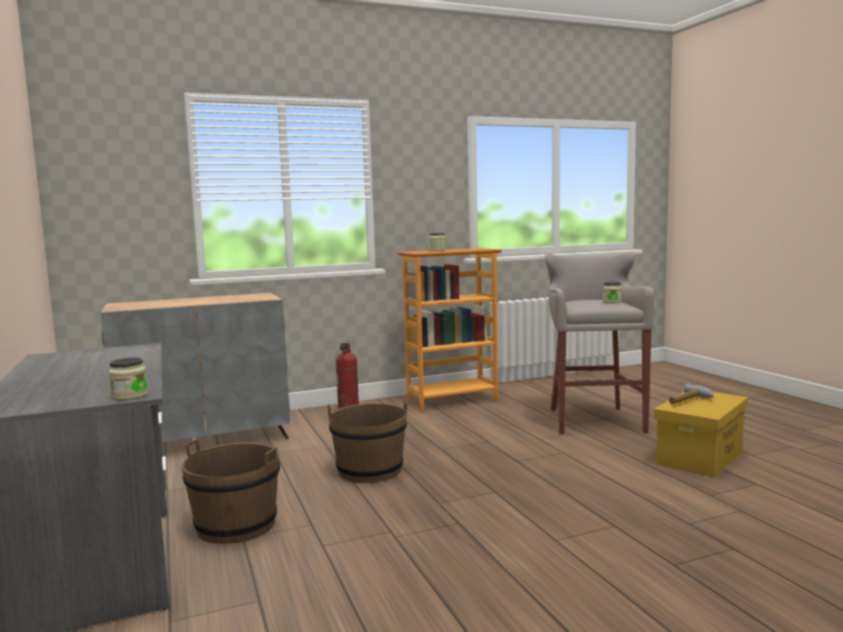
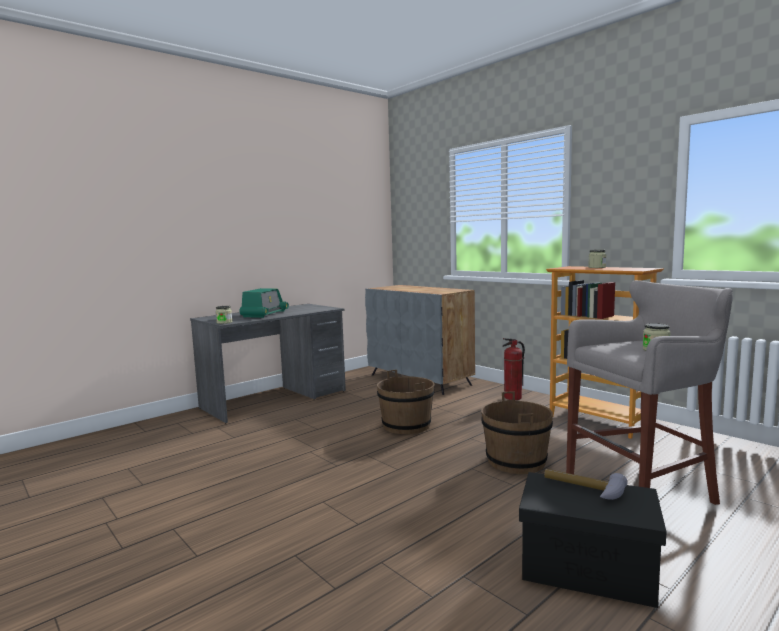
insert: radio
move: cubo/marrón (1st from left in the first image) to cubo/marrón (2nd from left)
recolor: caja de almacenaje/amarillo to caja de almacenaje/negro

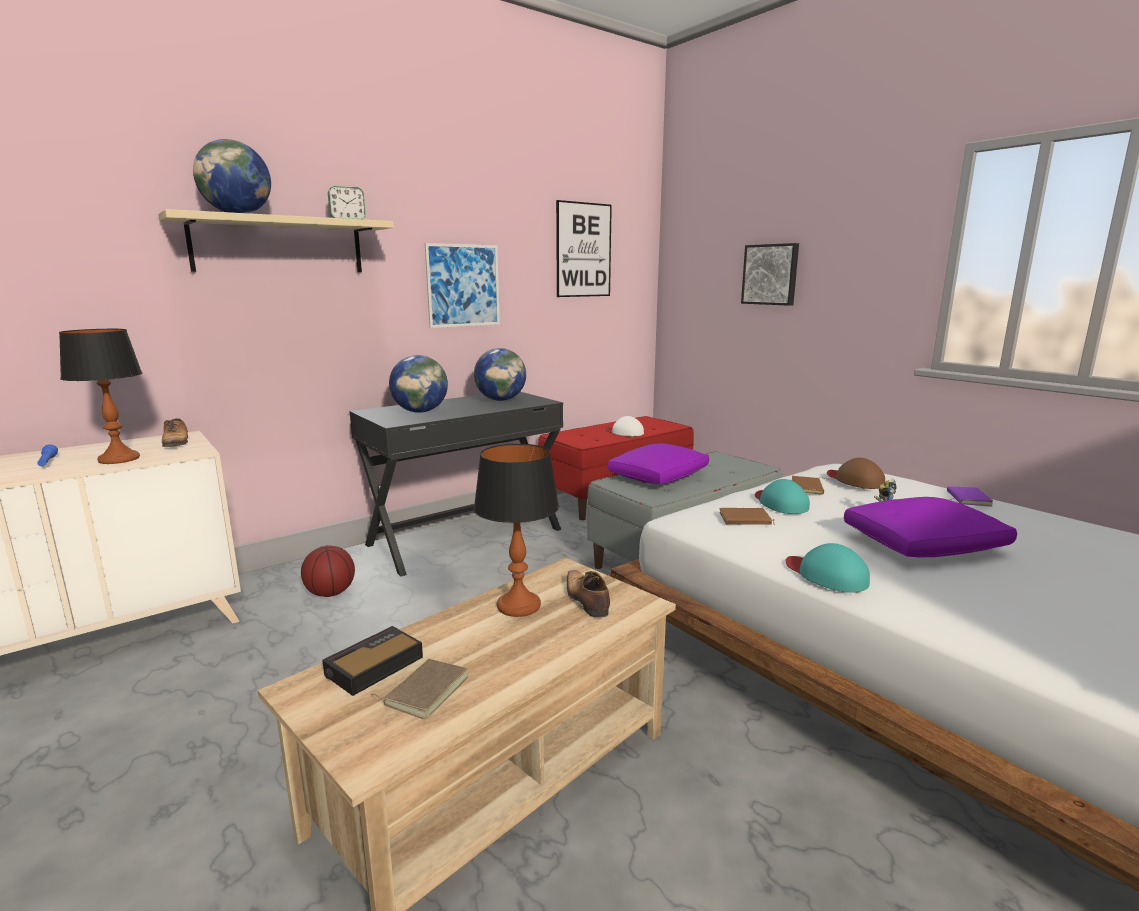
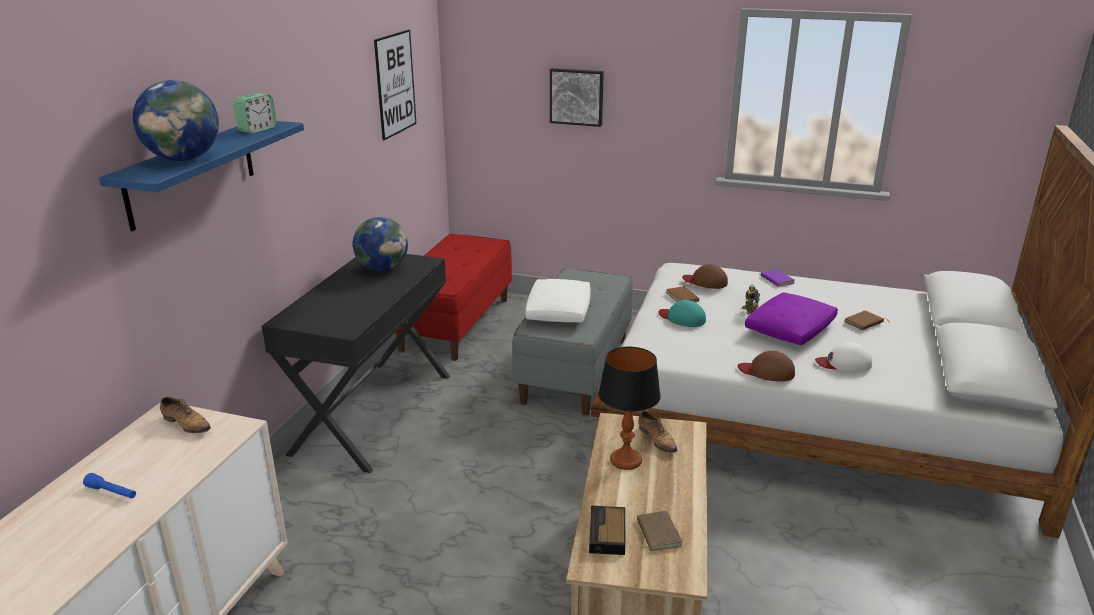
delete: cuadro (1st from left); lámpara de mesa (1st from left); globo terráqueo (2nd from left); balón de baloncesto
move: gorra/blanco; libro/marrón (2nd from left in the first image) to libro/marrón (3rd from left)
recolor: estante/beis to estante/azul; cojín/morado (1st from left) to cojín/blanco; gorra/turquesa (2nd from left) to gorra/marrón (2nd from left)
rotate: zapato (2nd from left) 150 degrees counterclockwise

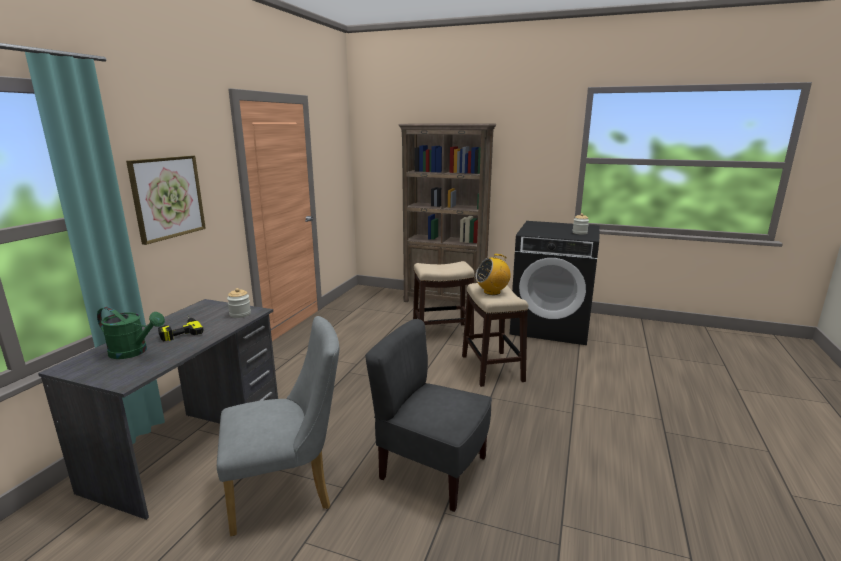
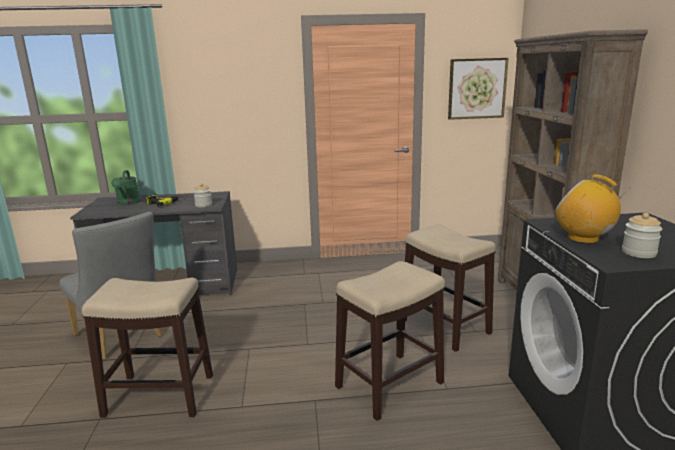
move: cuadro; radio
replace: silla/gris (2nd from left) to taburete (1st from left)

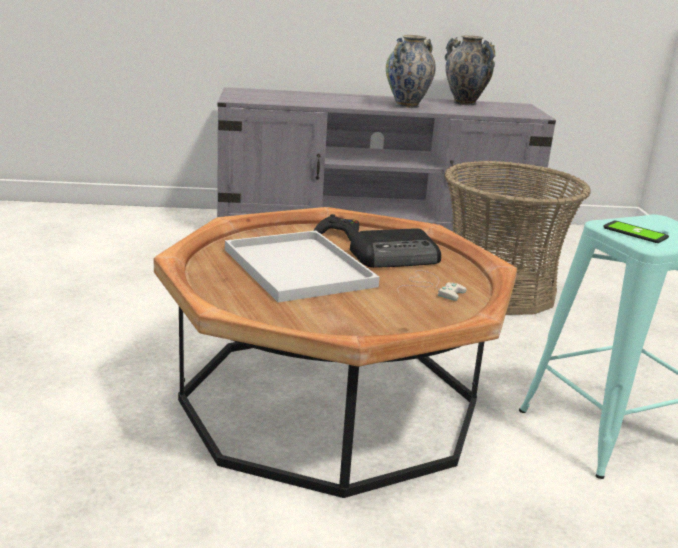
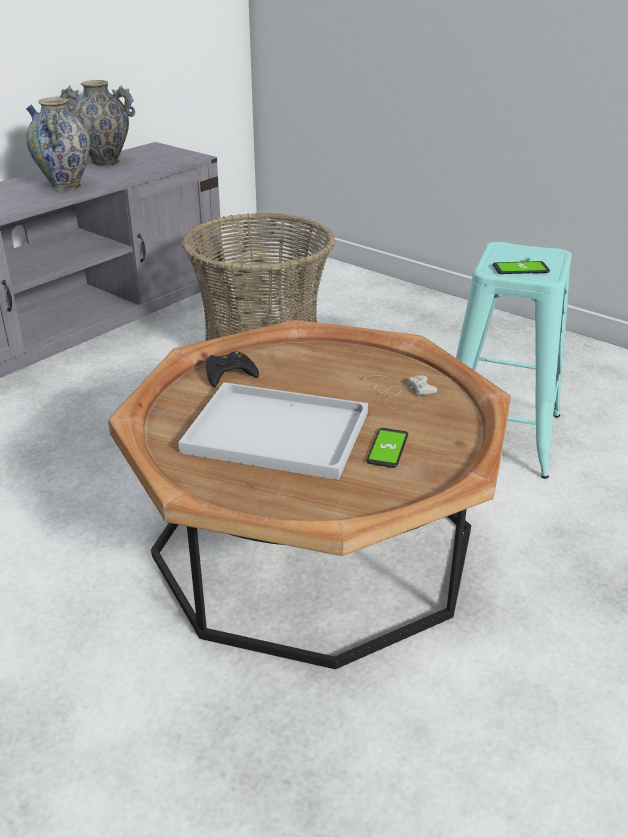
delete: radio
insert: móvil (1st from left)

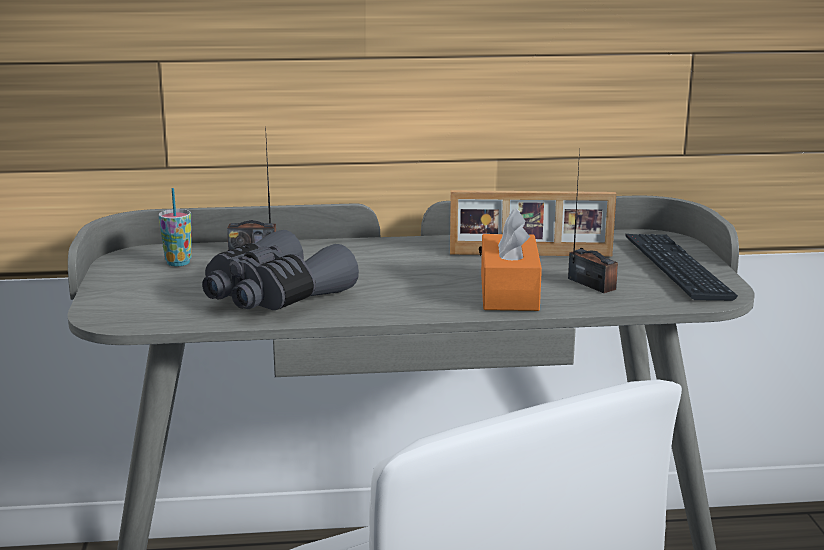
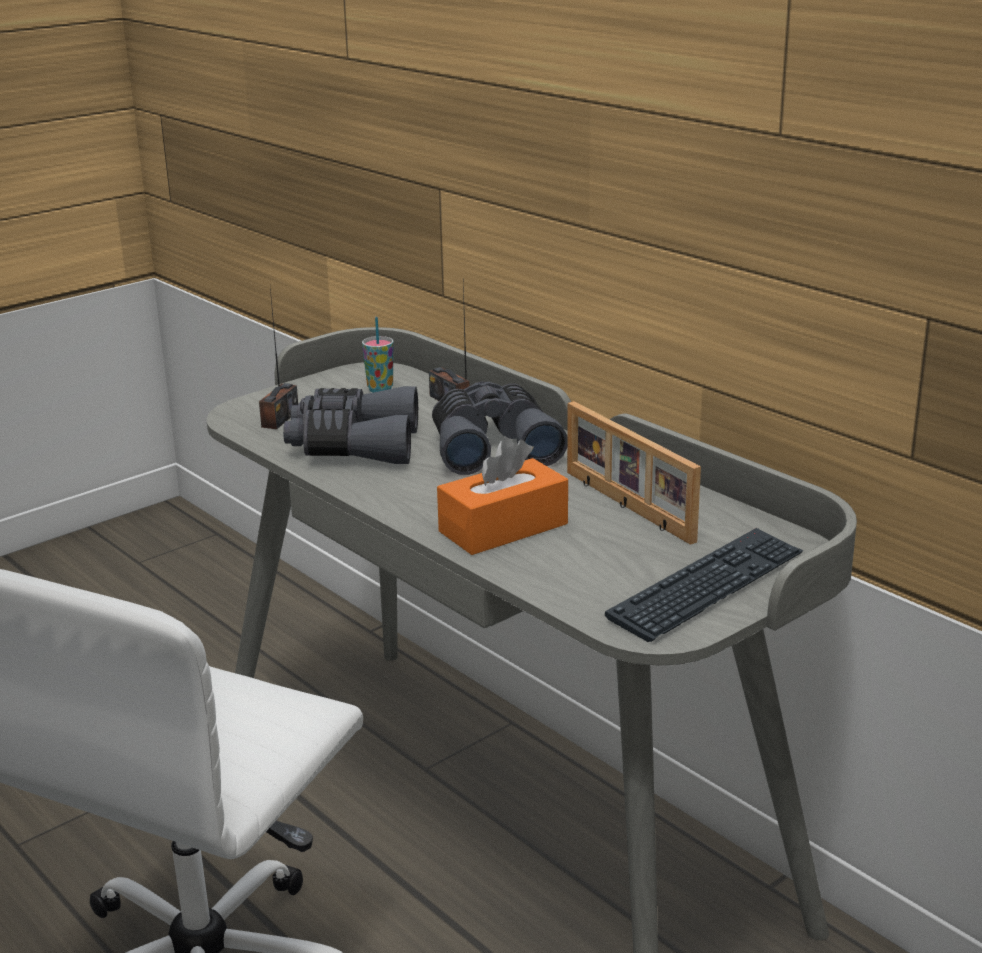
insert: prismáticos/gris (2nd from left)
move: radio (2nd from left in the first image) to radio (1st from left)

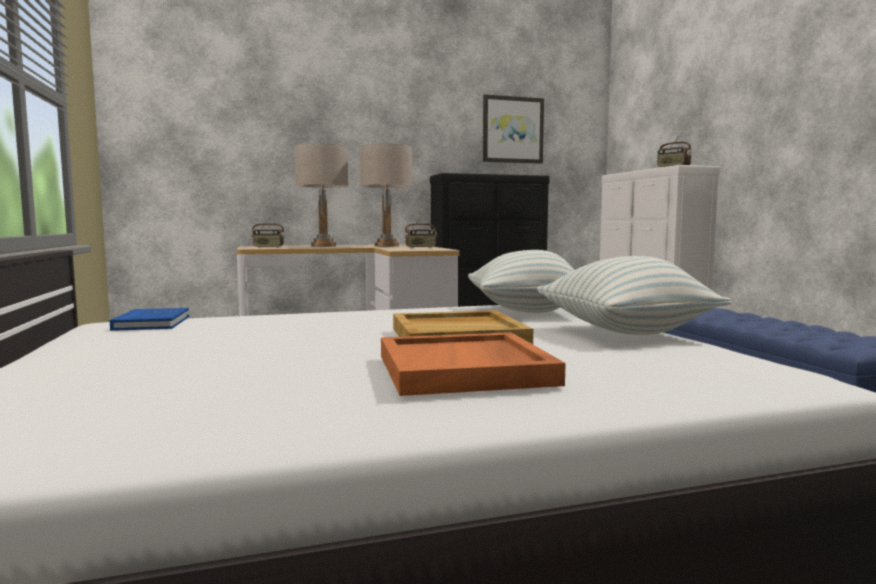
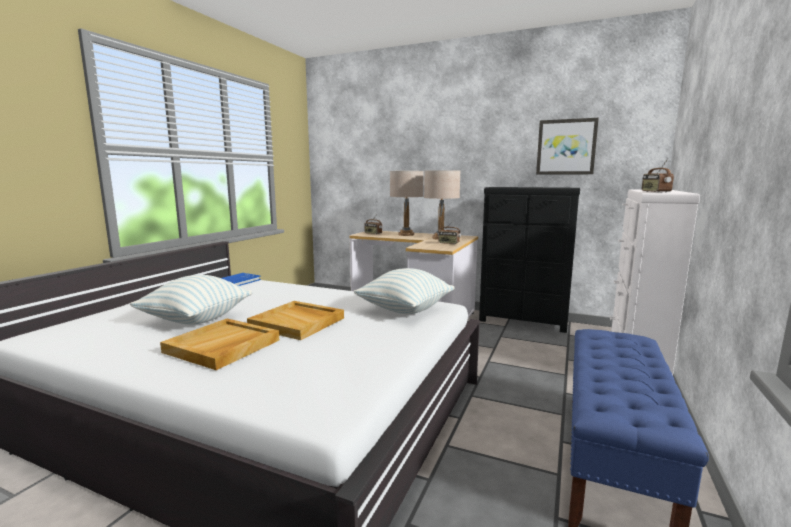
move: cojín (2nd from left in the first image) to cojín (1st from left)
recolor: bandeja/naranja to bandeja/beis (1st from left)

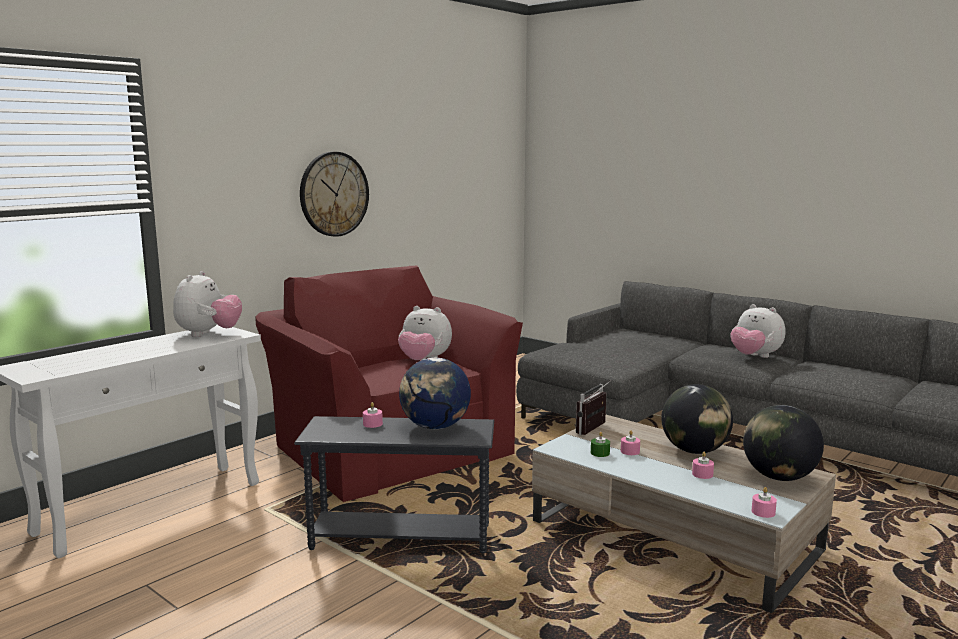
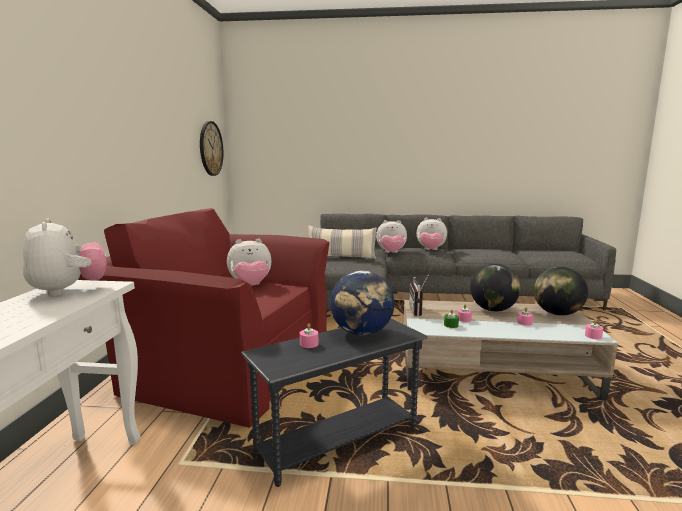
insert: peluche (3rd from left); cojín
move: reloj de pared

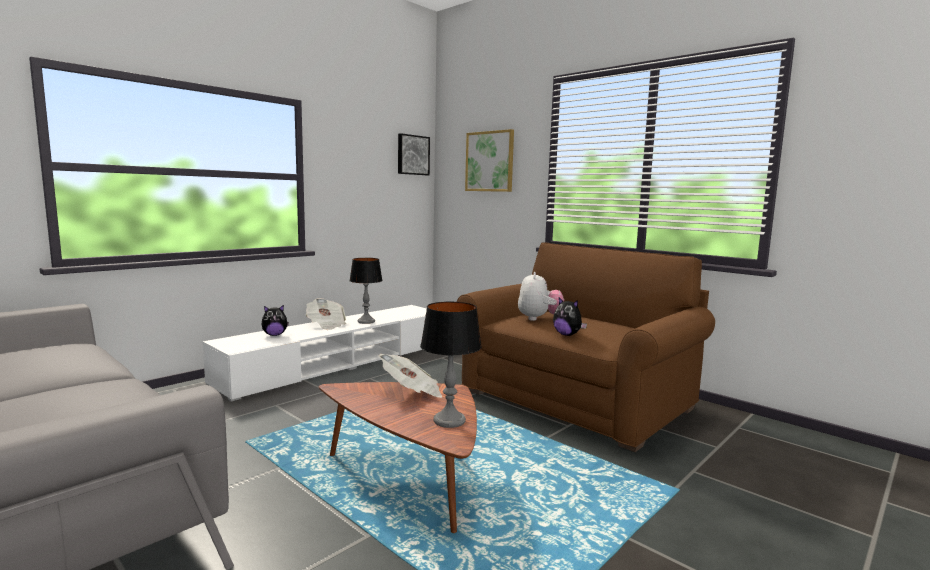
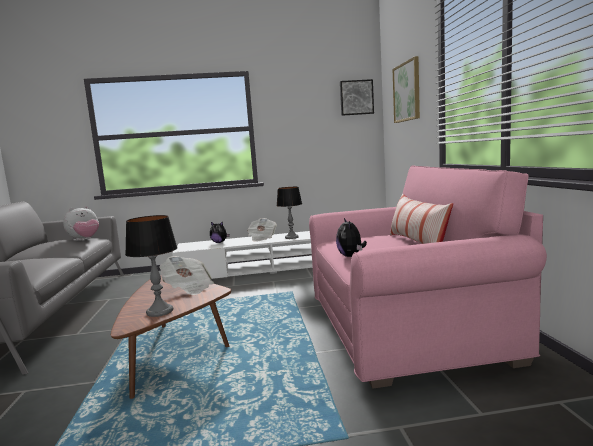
insert: cojín
move: peluche (2nd from left in the first image) to peluche (1st from left)
recolor: sofá/marrón to sofá/rosa

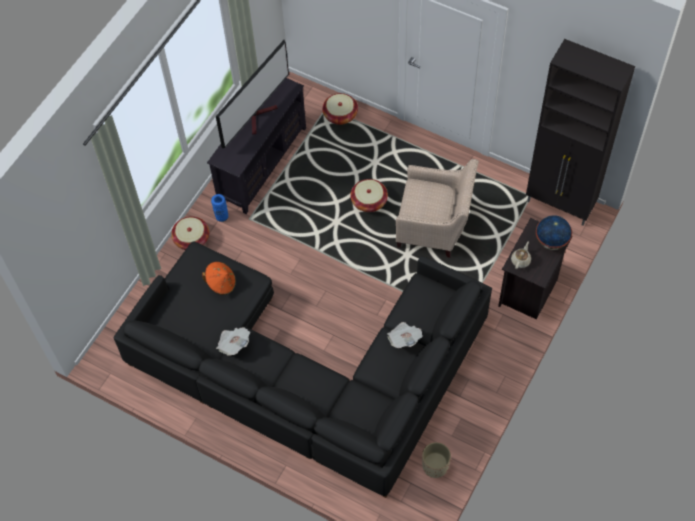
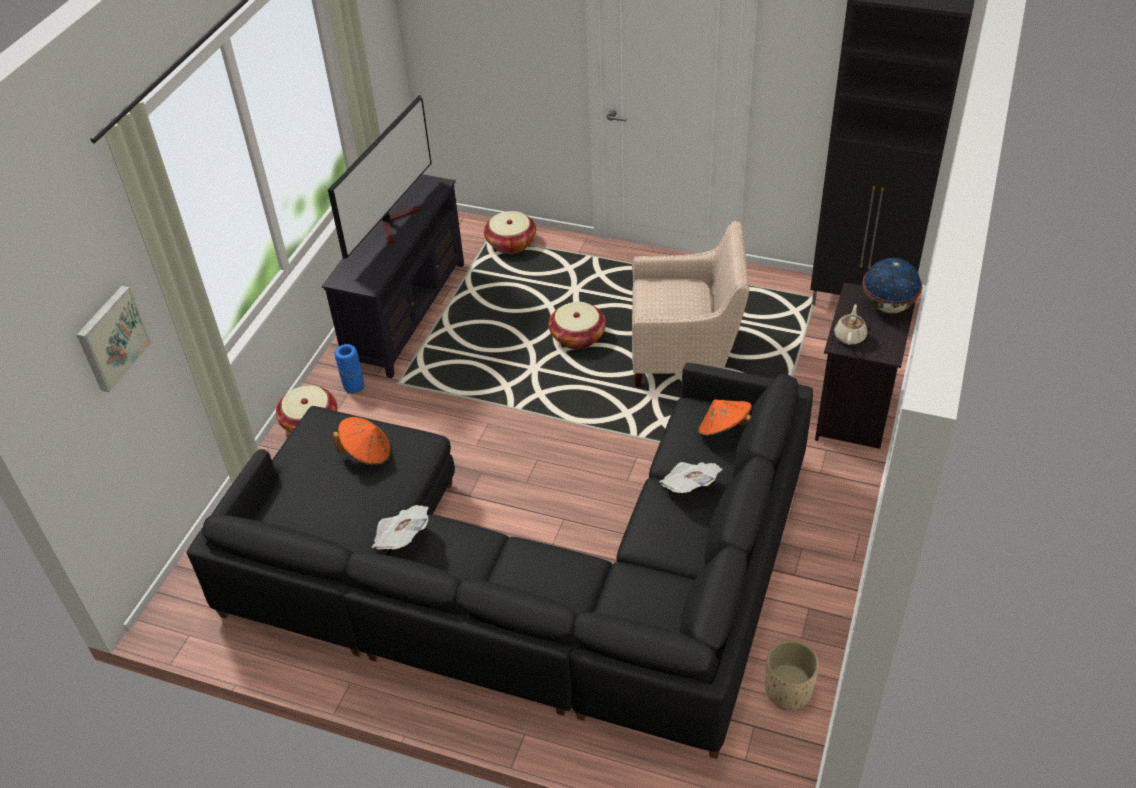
insert: cuadro; sombrero/naranja (2nd from left)

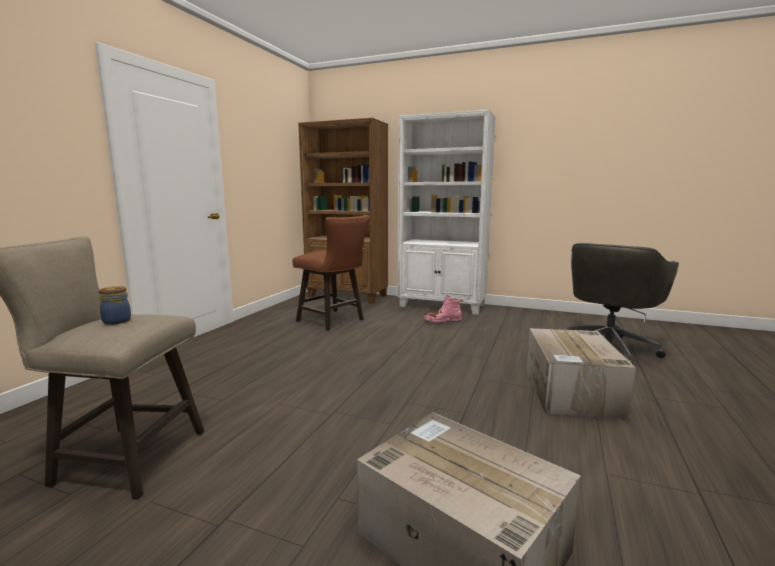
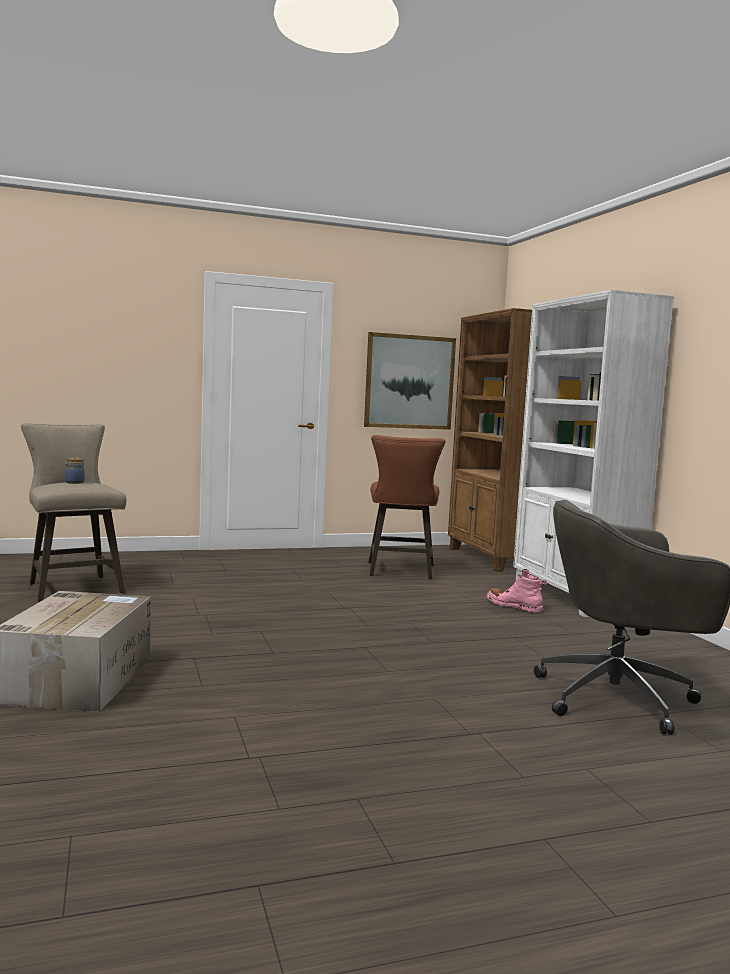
delete: caja de cartón (2nd from left)
insert: cuadro

